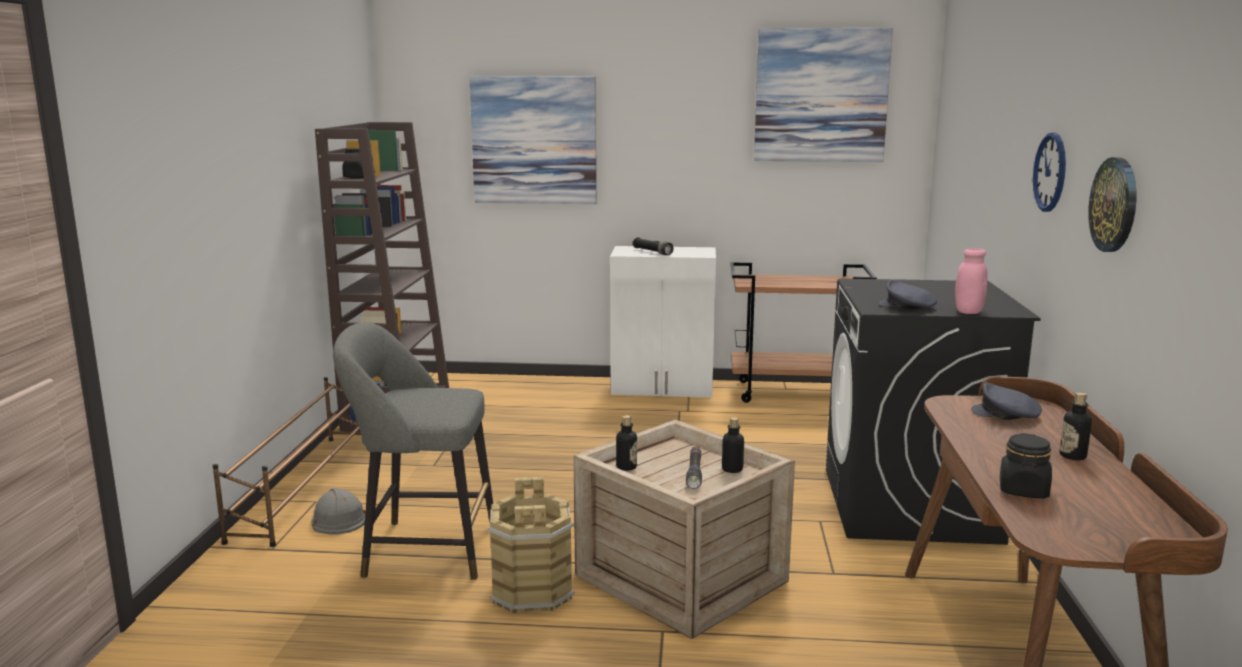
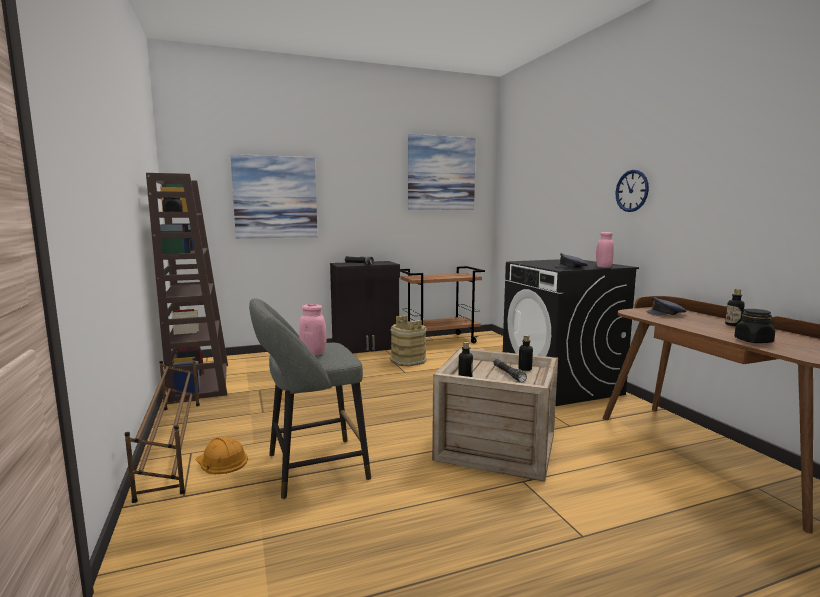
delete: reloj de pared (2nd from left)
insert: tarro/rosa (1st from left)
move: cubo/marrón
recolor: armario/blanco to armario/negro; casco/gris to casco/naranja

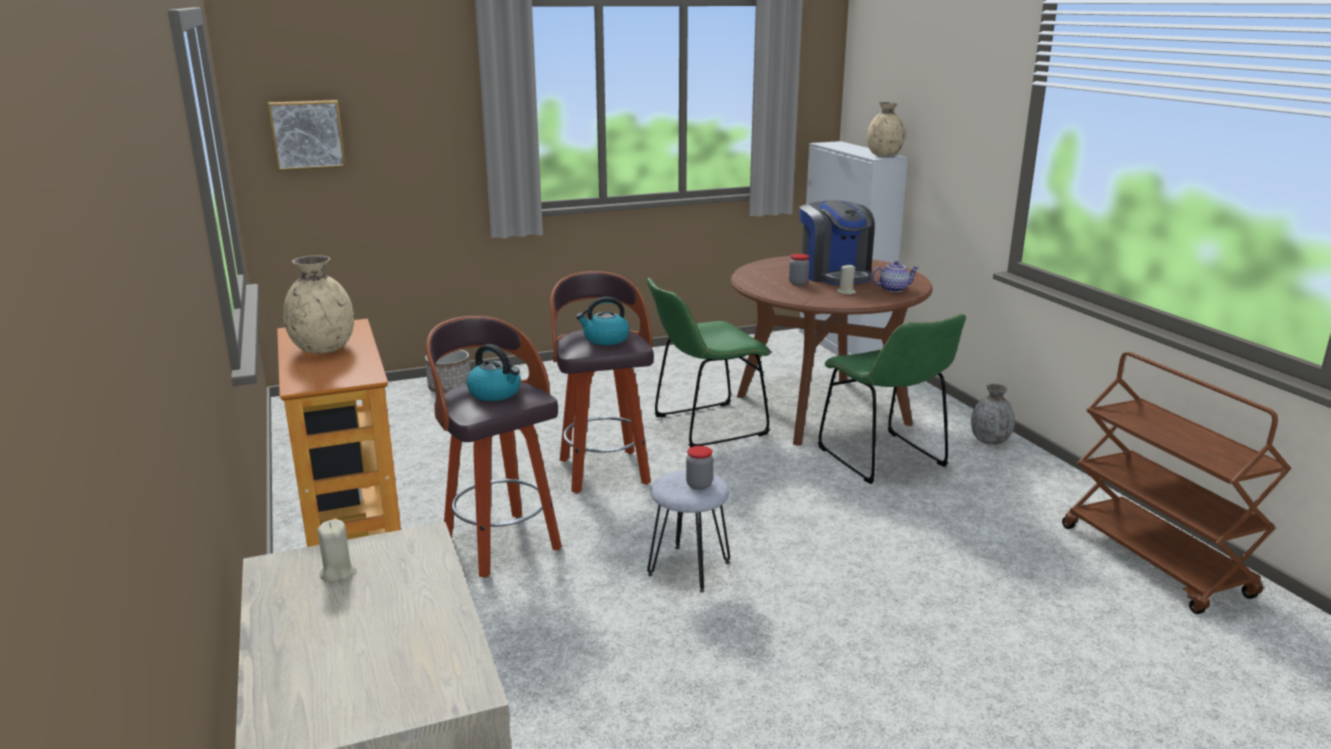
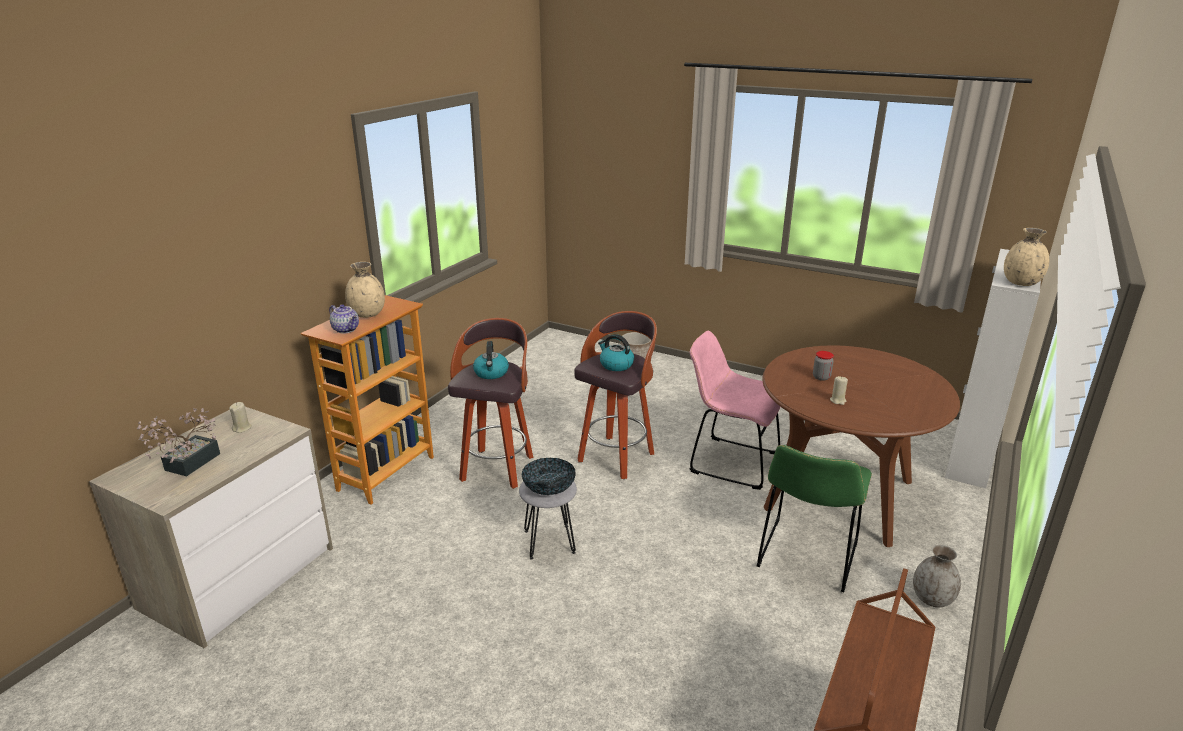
delete: cuadro; cafetera
insert: planta en maceta
move: tetera
replace: tarro (1st from left) to cuenco
recolor: silla/verde (1st from left) to silla/rosa

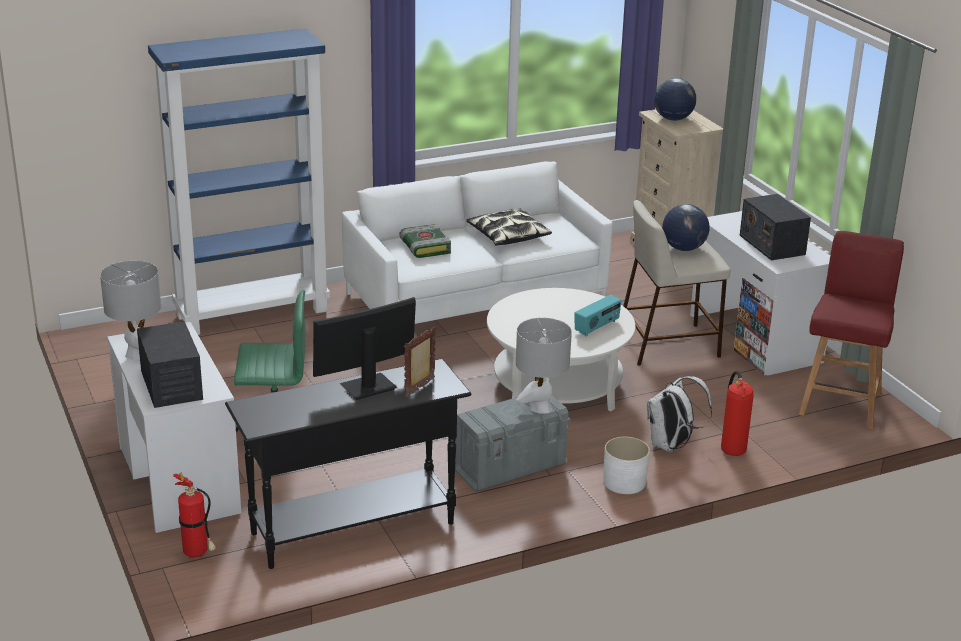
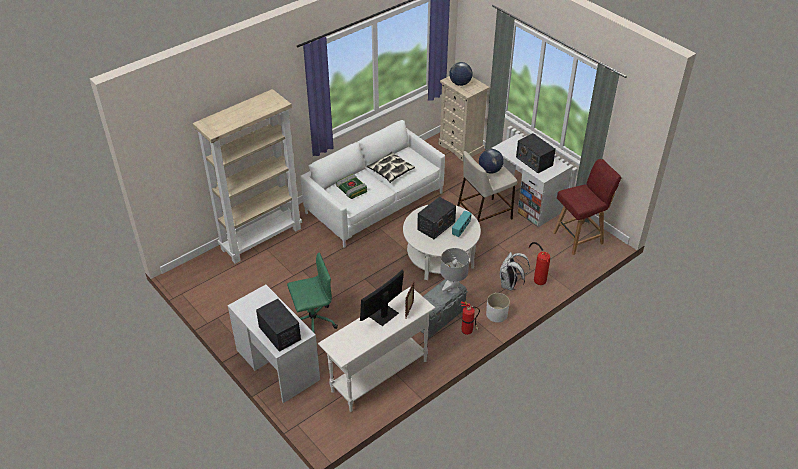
delete: lámpara de mesa/gris (1st from left)
insert: radio (2nd from left)
move: extintor (1st from left)
recolor: estantería/azul to estantería/beis; mesa consola/negro to mesa consola/blanco
rotate: silla/rojo 60 degrees clockwise

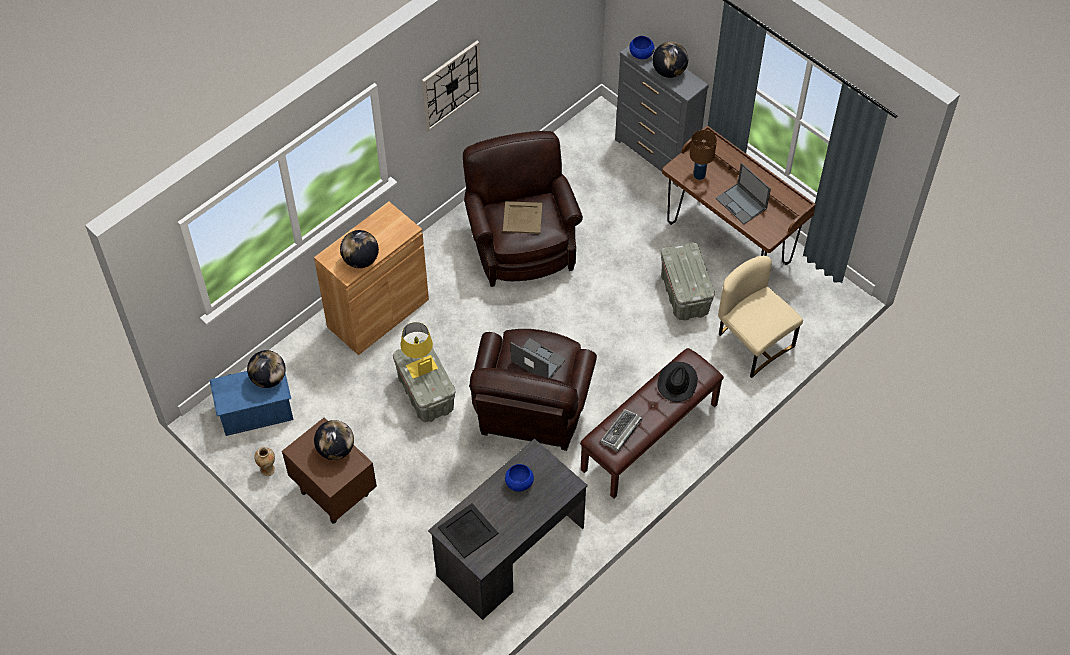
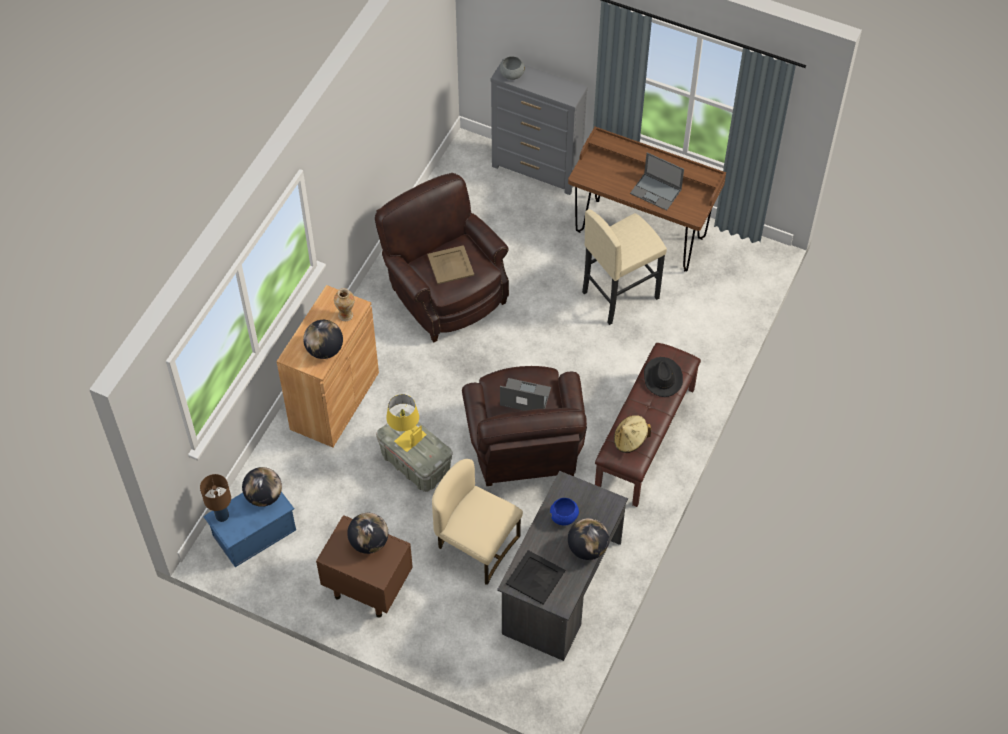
delete: reloj de pared
move: globo terráqueo (4th from left); lámpara de mesa/marrón; silla/beis; florero
replace: caja de almacenaje/gris (2nd from left) to taburete/beis; teclado to sombrero/beis
recolor: cuenco/azul (2nd from left) to cuenco/gris

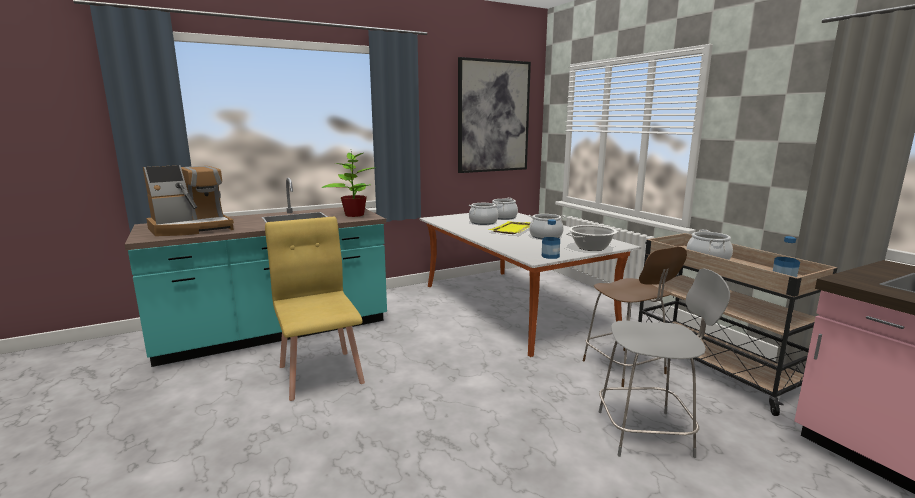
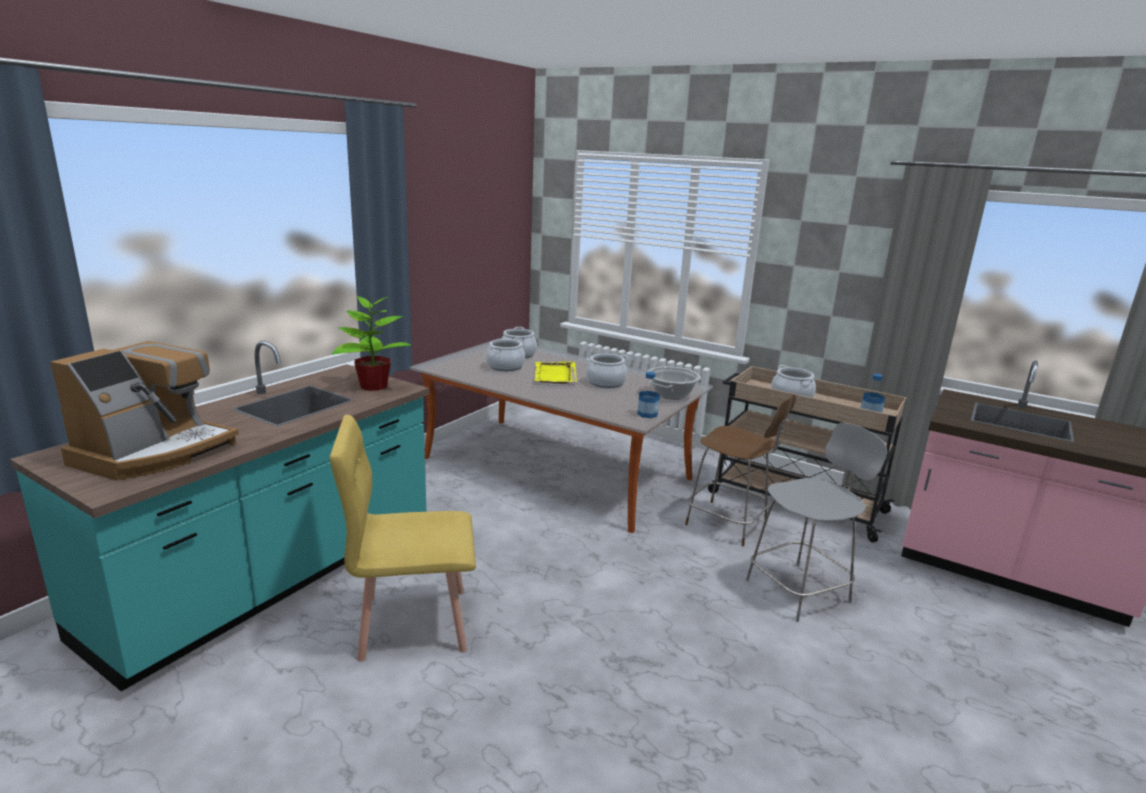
delete: cuadro
rotate: silla/amarillo 45 degrees counterclockwise

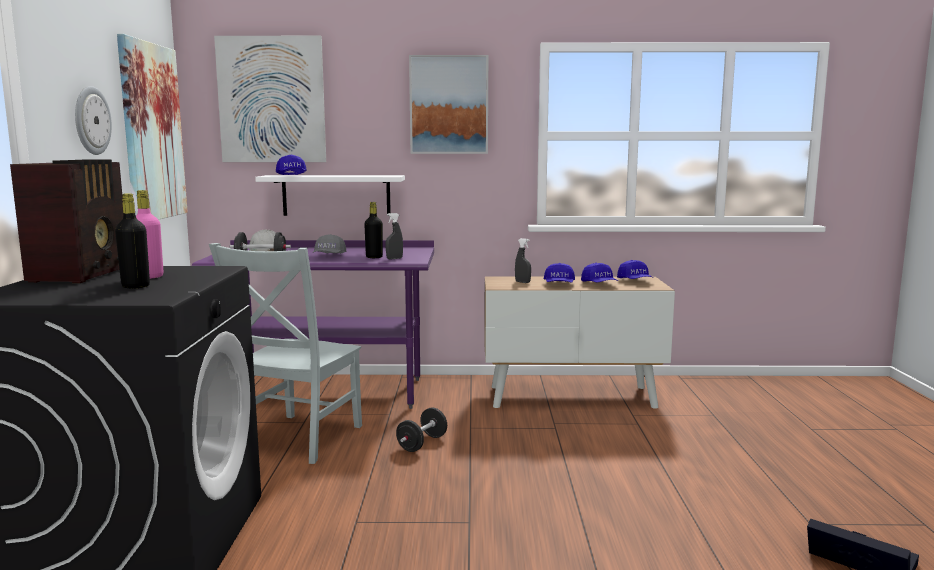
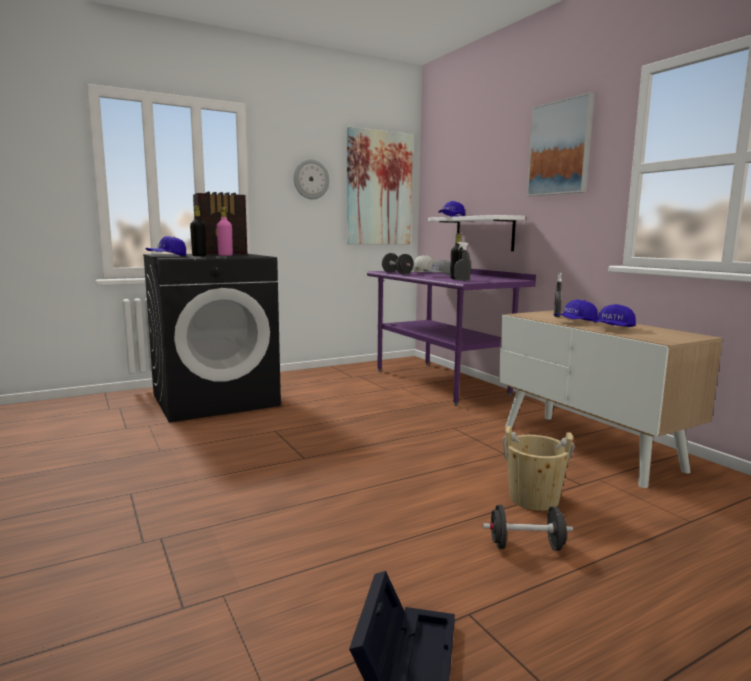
delete: cuadro (2nd from left); silla/gris
insert: cubo/beis
move: gorra/azul (4th from left in the first image) to gorra/azul (1st from left); mancuerna/negro (2nd from left)

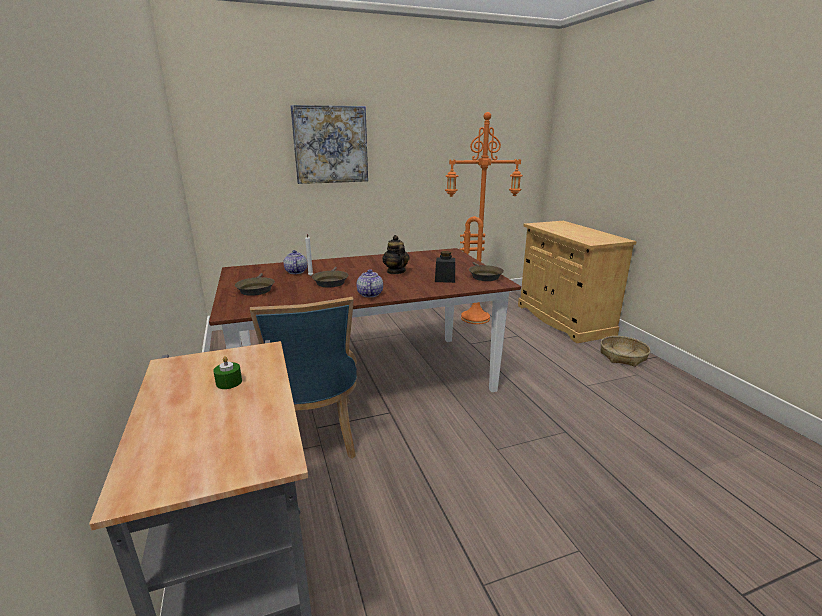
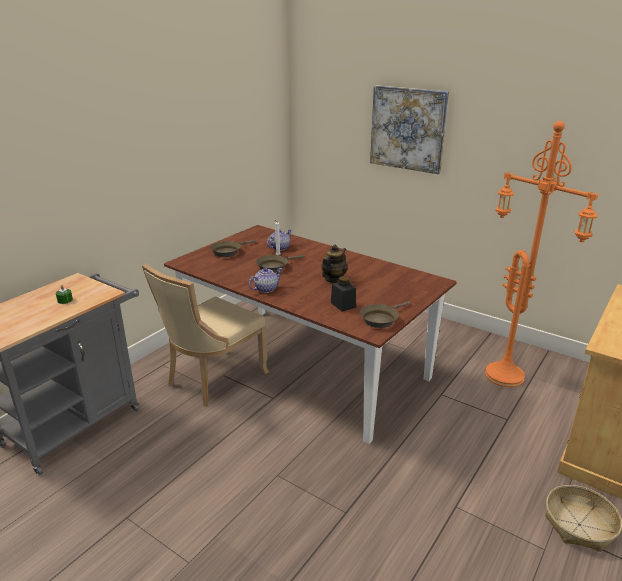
recolor: silla/azul to silla/beis

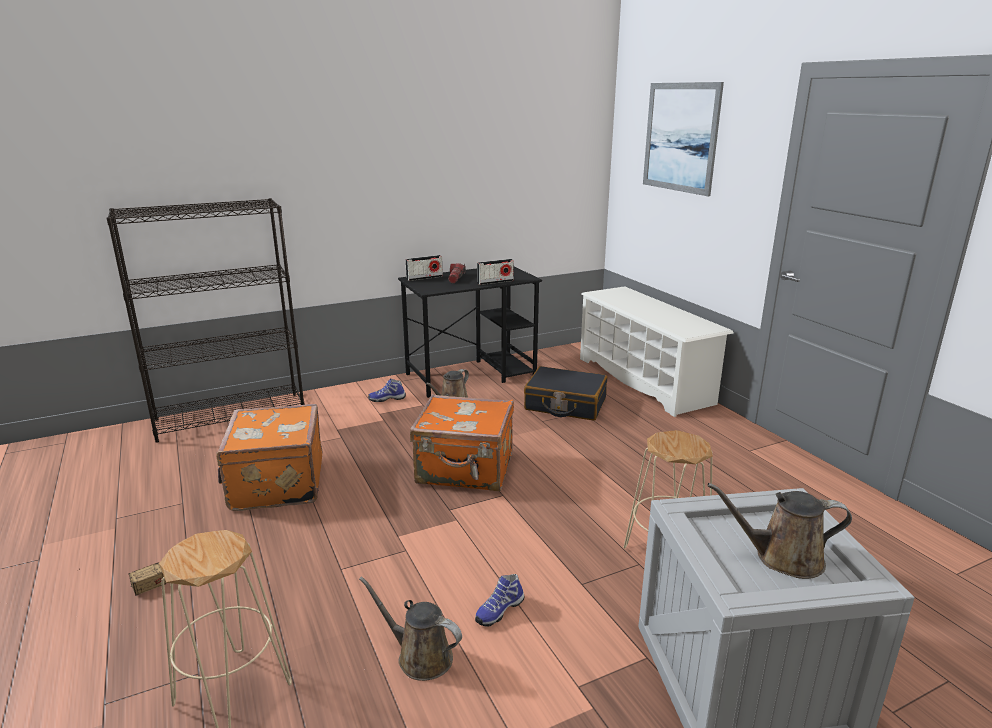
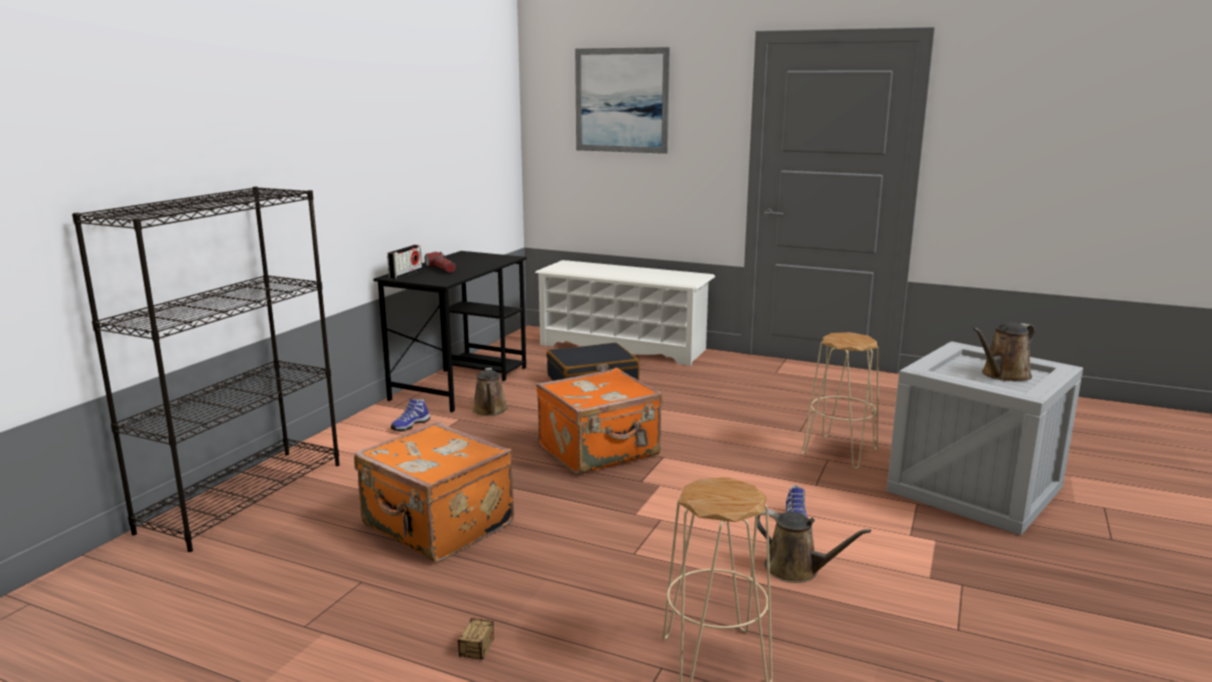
delete: radio (2nd from left)
rotate: regadera/marrón (1st from left in the first image) 135 degrees counterclockwise

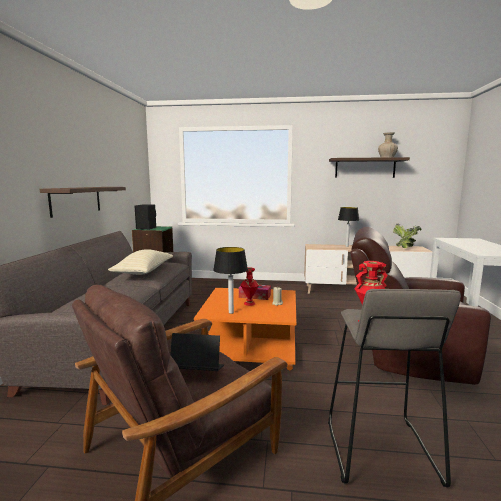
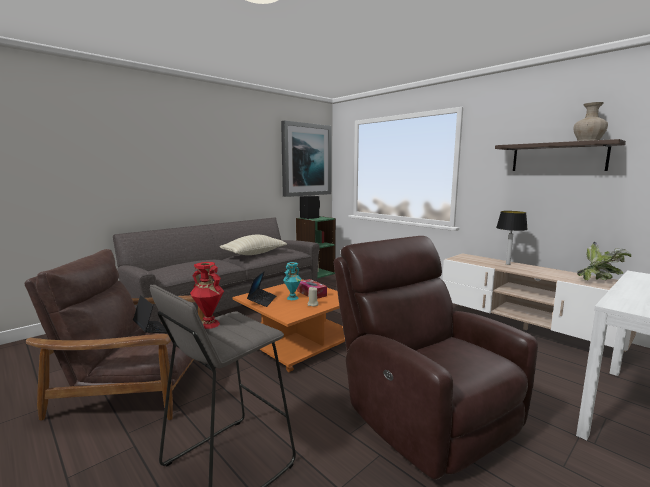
delete: estante (1st from left)
insert: cuadro
replace: lámpara de mesa (1st from left) to portátil (2nd from left)
recolor: florero/rojo (1st from left) to florero/turquesa

